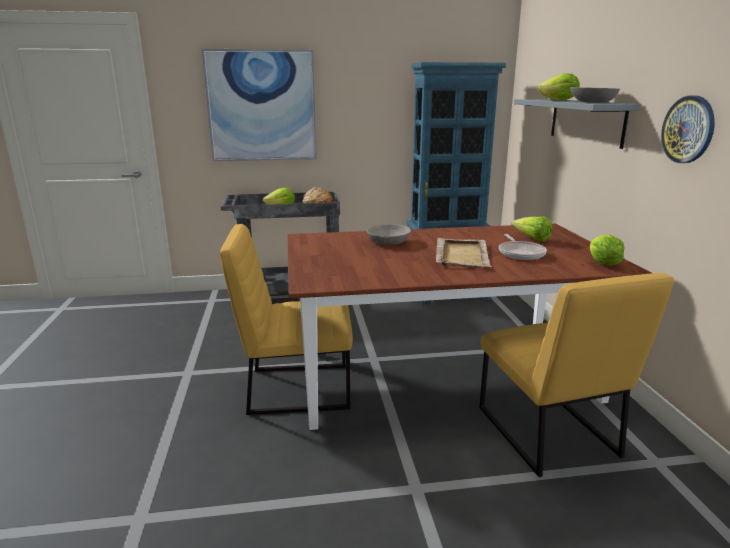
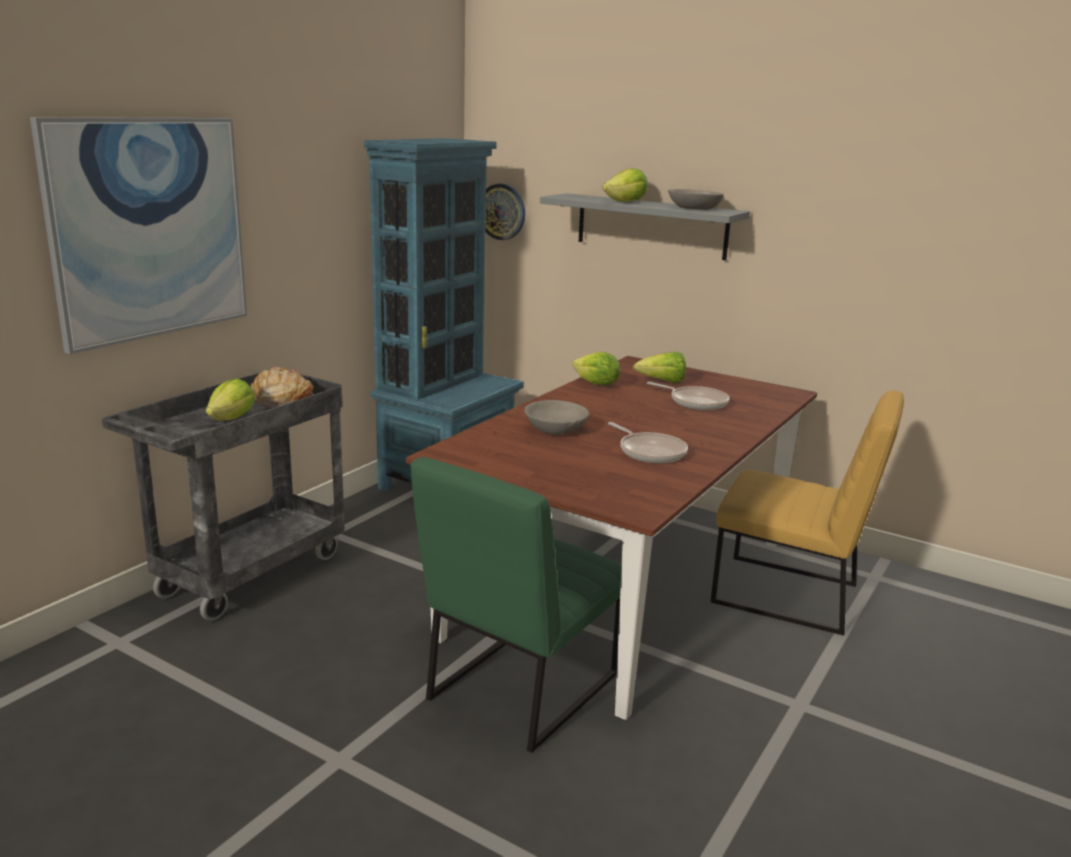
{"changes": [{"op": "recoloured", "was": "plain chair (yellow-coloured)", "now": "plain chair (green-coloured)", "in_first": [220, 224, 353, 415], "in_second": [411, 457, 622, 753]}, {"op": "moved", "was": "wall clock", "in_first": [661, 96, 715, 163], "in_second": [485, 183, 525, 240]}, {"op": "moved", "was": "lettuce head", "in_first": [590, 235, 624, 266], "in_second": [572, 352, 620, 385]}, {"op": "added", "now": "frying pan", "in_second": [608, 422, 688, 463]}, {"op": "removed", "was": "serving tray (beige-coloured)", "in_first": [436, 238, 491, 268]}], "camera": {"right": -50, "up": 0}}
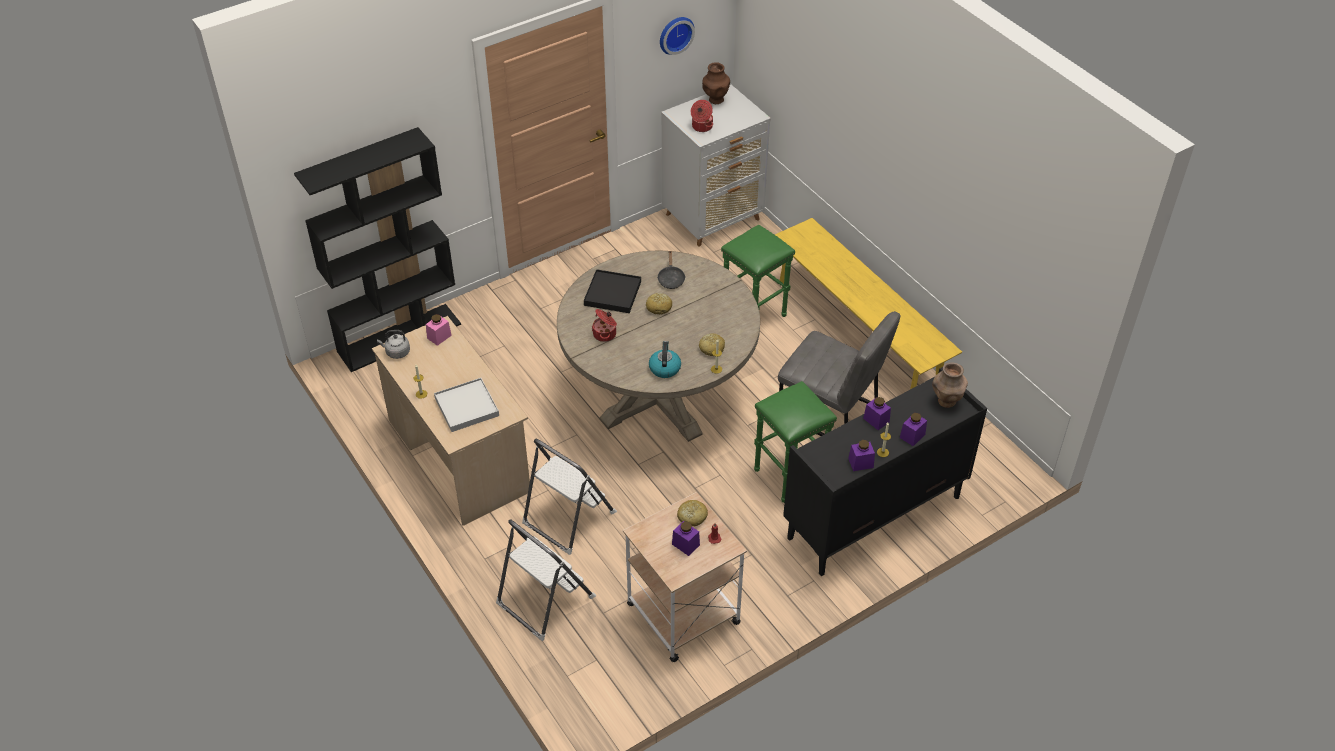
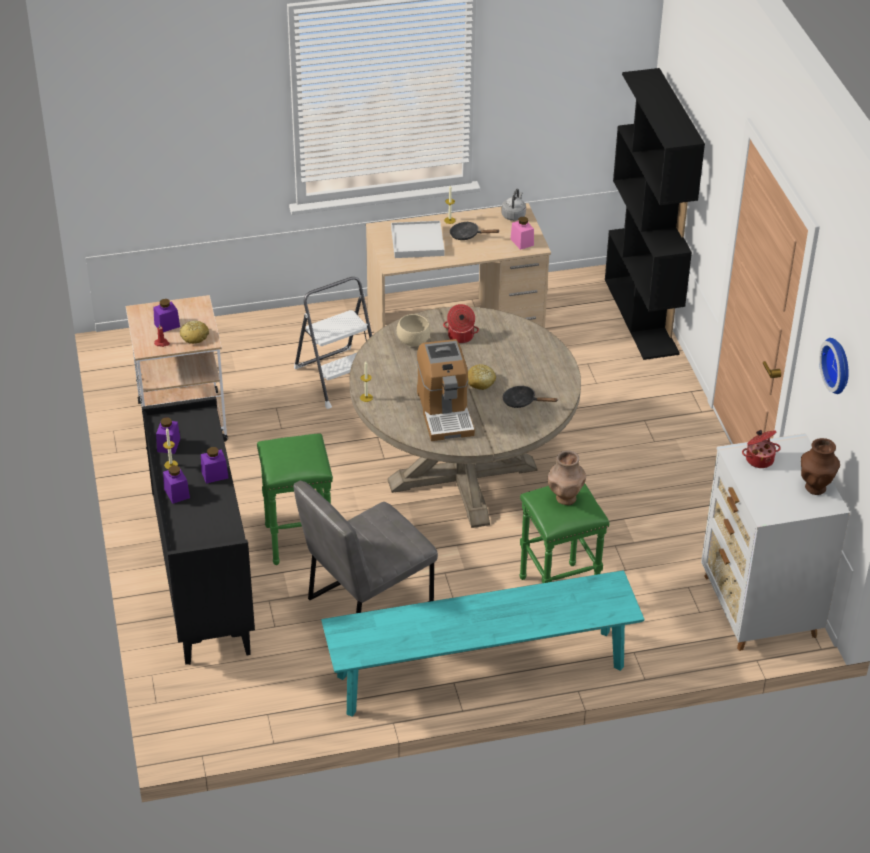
{"changes": [{"op": "recoloured", "was": "bench (yellow-coloured)", "now": "bench (turquoise)", "in_first": [775, 218, 962, 389], "in_second": [321, 570, 644, 717]}, {"op": "added", "now": "deep dish (beige-coloured)", "in_second": [397, 314, 431, 346]}, {"op": "added", "now": "coffee brewer", "in_second": [417, 339, 475, 441]}, {"op": "added", "now": "frying pan (blackish)", "in_second": [450, 221, 499, 240]}, {"op": "moved", "was": "flower vase (brown)", "in_first": [932, 362, 968, 408], "in_second": [548, 450, 586, 505]}, {"op": "removed", "was": "stepladder (white)", "in_first": [496, 519, 596, 641]}, {"op": "removed", "was": "serving tray (blackish)", "in_first": [584, 269, 641, 313]}, {"op": "removed", "was": "water kettle", "in_first": [649, 341, 681, 378]}, {"op": "removed", "was": "baked bread", "in_first": [699, 334, 725, 356]}], "camera": {"right": 110, "up": -5}}
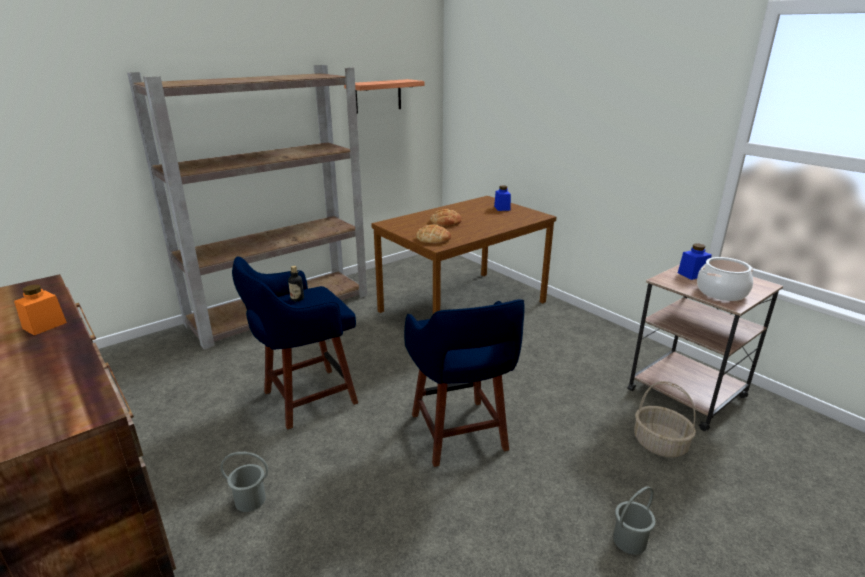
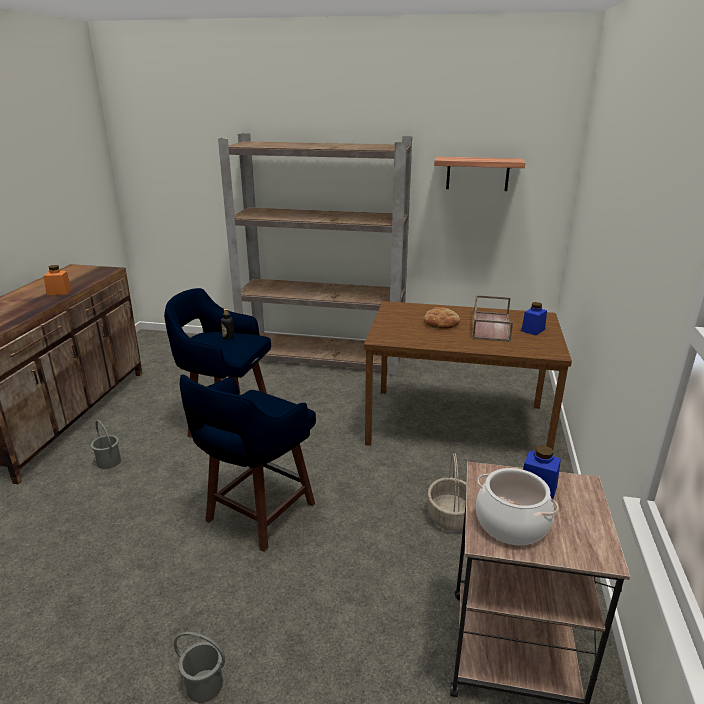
{"changes": [{"op": "moved", "was": "storage basket", "in_first": [634, 381, 696, 457], "in_second": [428, 453, 466, 531]}, {"op": "added", "now": "serving tray (brown)", "in_second": [472, 295, 513, 342]}, {"op": "removed", "was": "baked bread", "in_first": [416, 224, 451, 244]}], "camera": {"right": 50, "up": 0}}
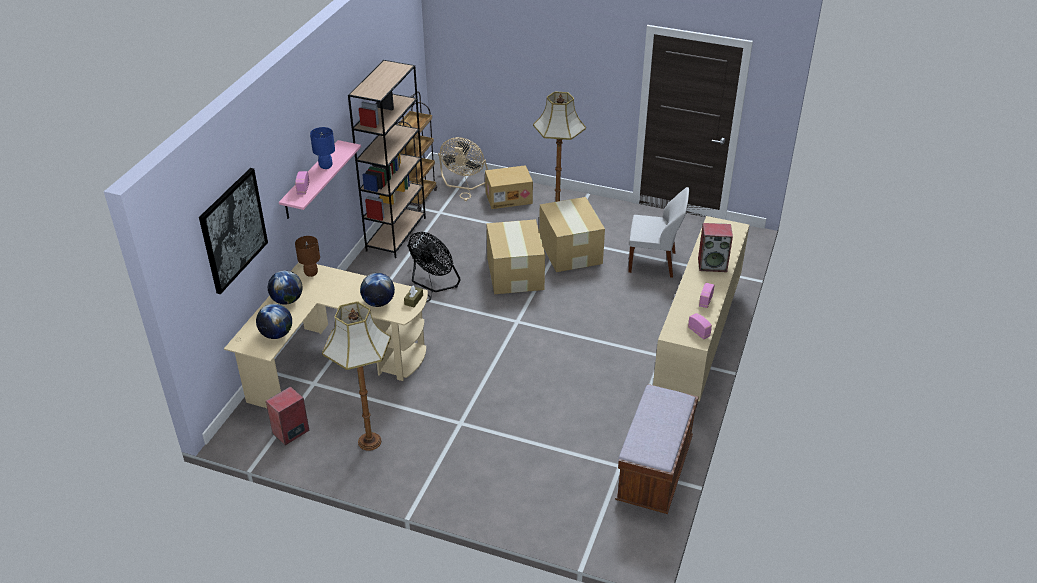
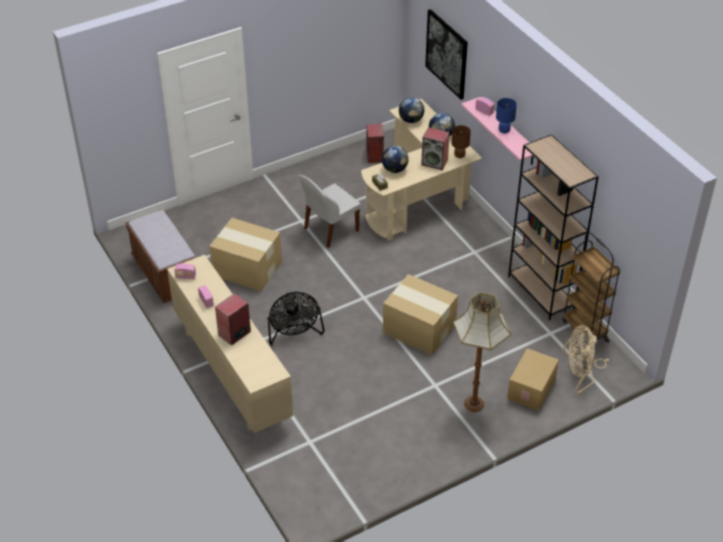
{"changes": [{"op": "moved", "was": "carton", "in_first": [539, 197, 605, 272], "in_second": [209, 218, 282, 291]}, {"op": "moved", "was": "fan (blackish)", "in_first": [407, 232, 460, 302], "in_second": [267, 292, 325, 346]}, {"op": "moved", "was": "plain chair (white)", "in_first": [629, 187, 689, 278], "in_second": [298, 175, 360, 248]}, {"op": "added", "now": "audio speaker", "in_second": [421, 127, 450, 170]}, {"op": "turned", "was": "fan (beige-coloured)", "in_first": [438, 137, 488, 201], "in_second": [563, 325, 609, 395], "clockwise": 120}, {"op": "removed", "was": "floor lamp", "in_first": [322, 301, 391, 451]}], "camera": {"right": 130, "up": 5}}
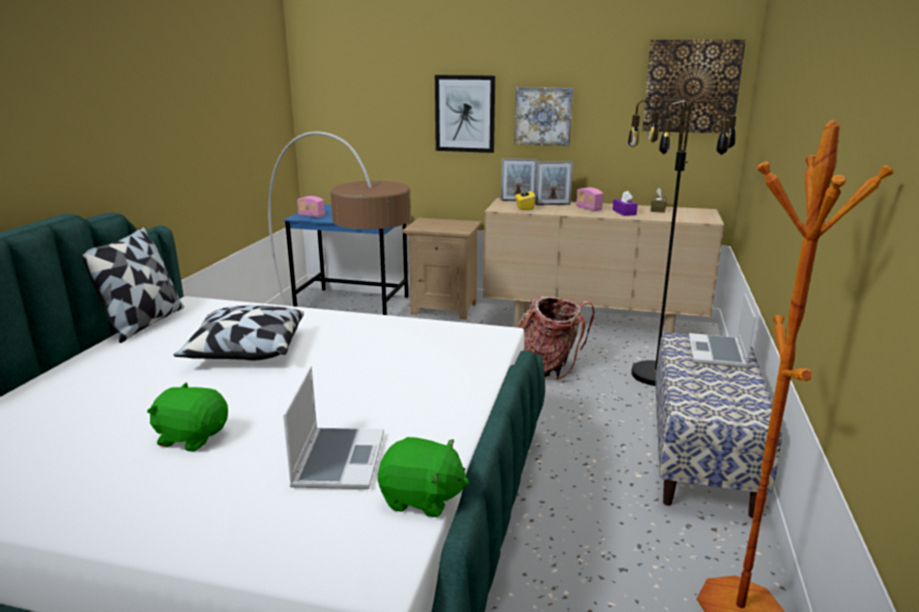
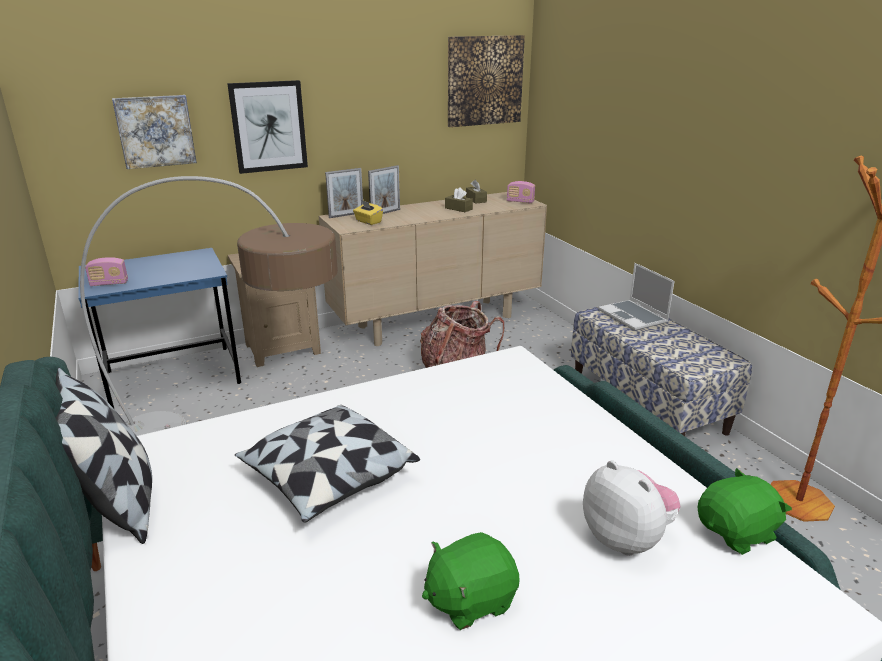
{"changes": [{"op": "moved", "was": "wall picture", "in_first": [515, 87, 573, 146], "in_second": [112, 95, 197, 169]}, {"op": "recoloured", "was": "box of tissues (purplish)", "now": "box of tissues (brown)", "in_first": [613, 191, 638, 216], "in_second": [445, 187, 473, 212]}, {"op": "moved", "was": "radio", "in_first": [576, 187, 603, 211], "in_second": [507, 181, 535, 203]}, {"op": "replaced", "was": "laptop", "now": "soft toy", "in_first": [283, 366, 384, 489], "in_second": [583, 460, 681, 556]}, {"op": "removed", "was": "floor lamp", "in_first": [628, 98, 736, 386]}], "camera": {"right": -40, "up": 5}}
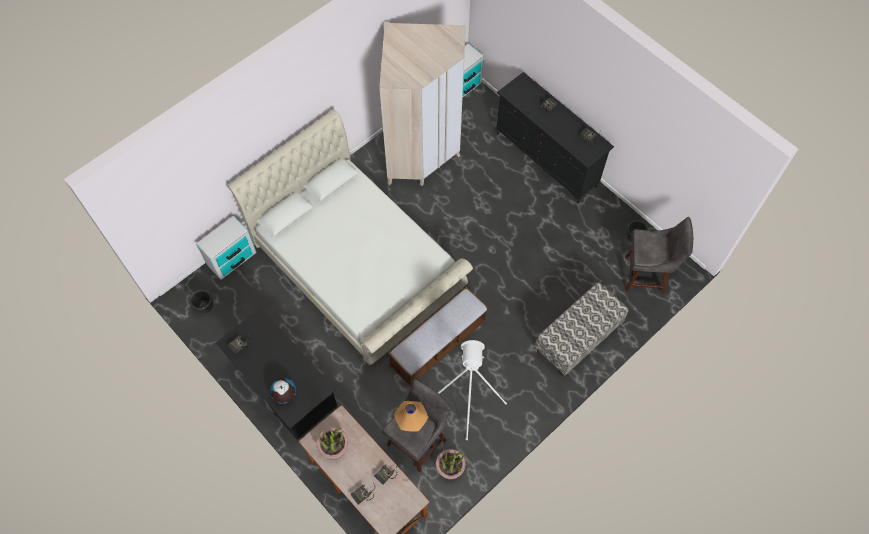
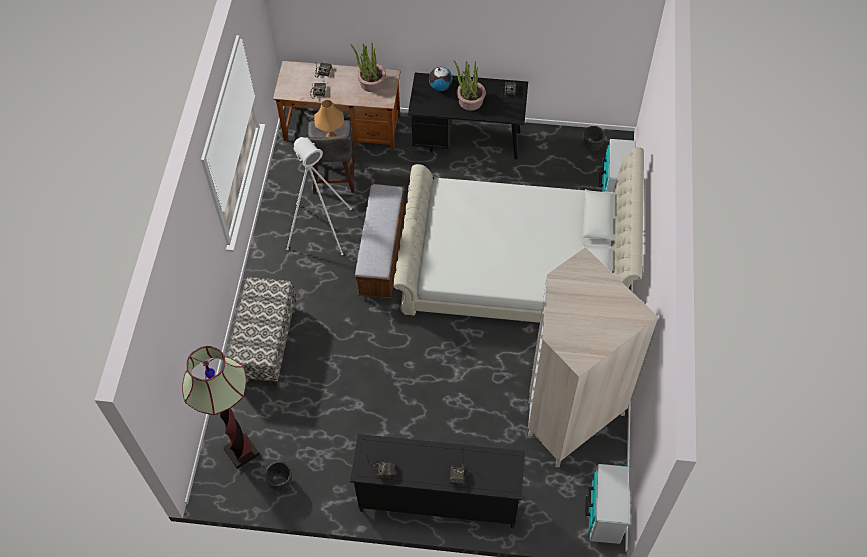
{"changes": [{"op": "replaced", "was": "stool (greyish)", "now": "floor lamp", "in_first": [625, 217, 693, 294], "in_second": [182, 346, 260, 469]}, {"op": "moved", "was": "potted plant", "in_first": [436, 449, 465, 479], "in_second": [453, 60, 486, 111]}], "camera": {"right": 140, "up": -5}}
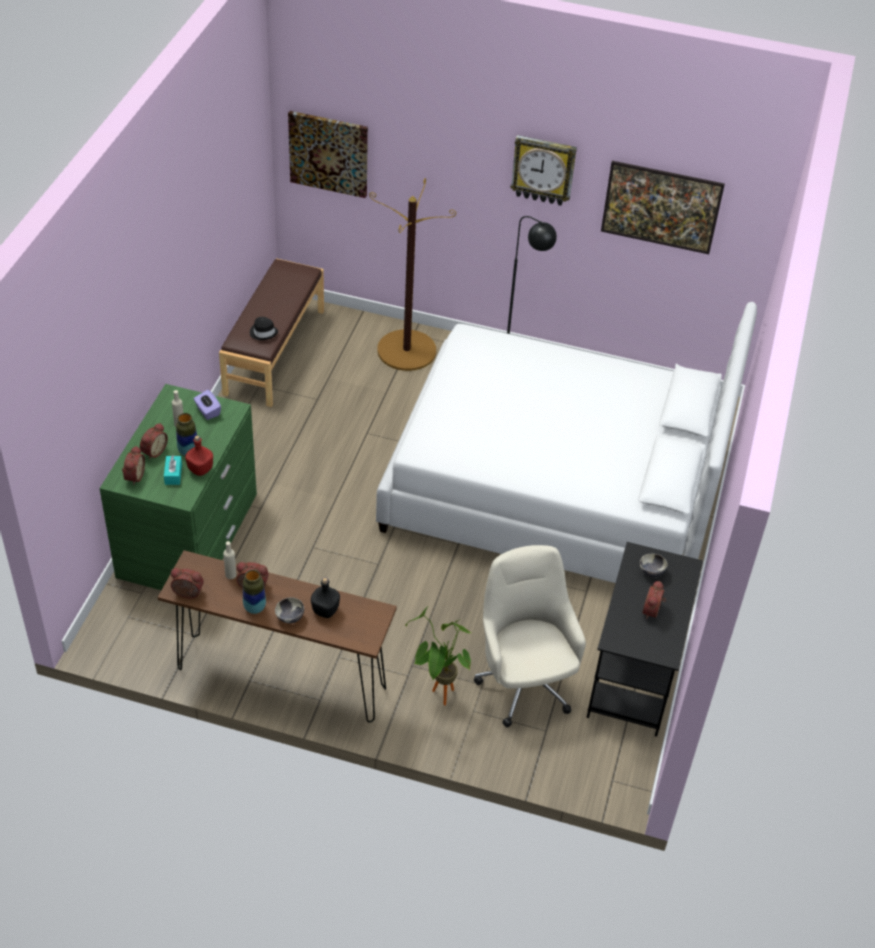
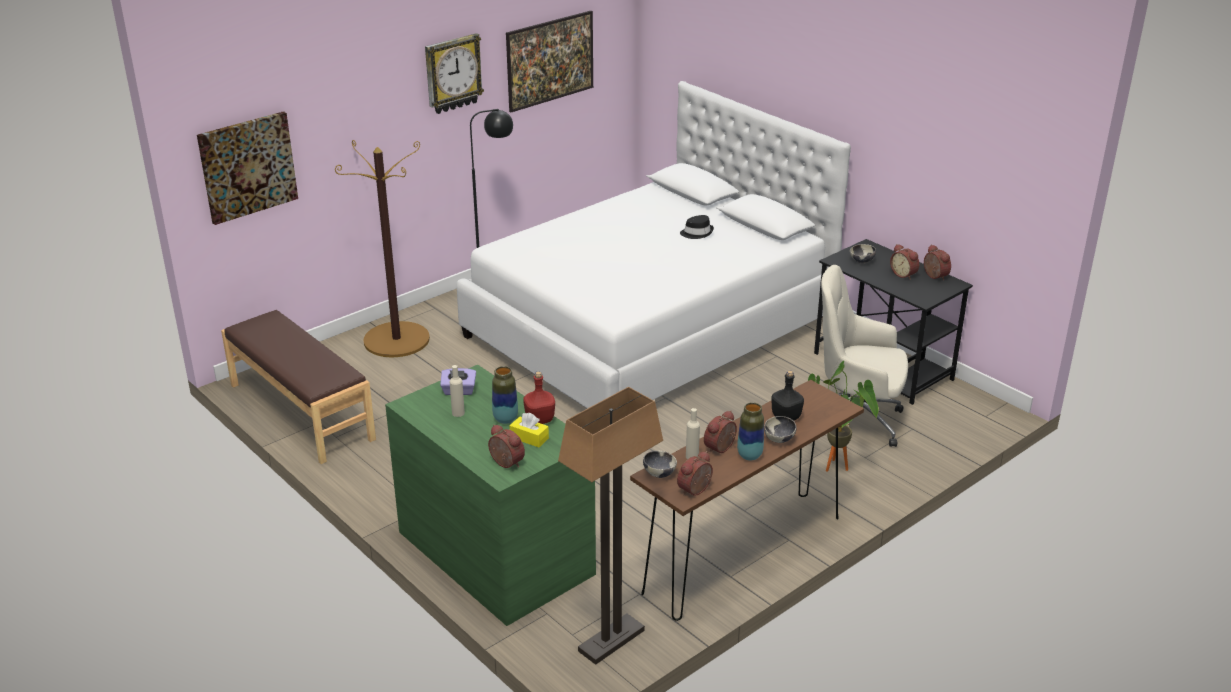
{"changes": [{"op": "recoloured", "was": "box of tissues (turquoise)", "now": "box of tissues (yellow-coloured)", "in_first": [164, 455, 182, 485], "in_second": [510, 413, 549, 447]}, {"op": "added", "now": "floor lamp", "in_second": [558, 387, 663, 665]}, {"op": "added", "now": "deep dish", "in_second": [643, 451, 677, 478]}, {"op": "moved", "was": "wearable hat (blackish)", "in_first": [250, 317, 278, 340], "in_second": [680, 215, 714, 239]}, {"op": "moved", "was": "bedside clock", "in_first": [140, 423, 168, 460], "in_second": [924, 244, 951, 281]}], "camera": {"right": -55, "up": -15}}
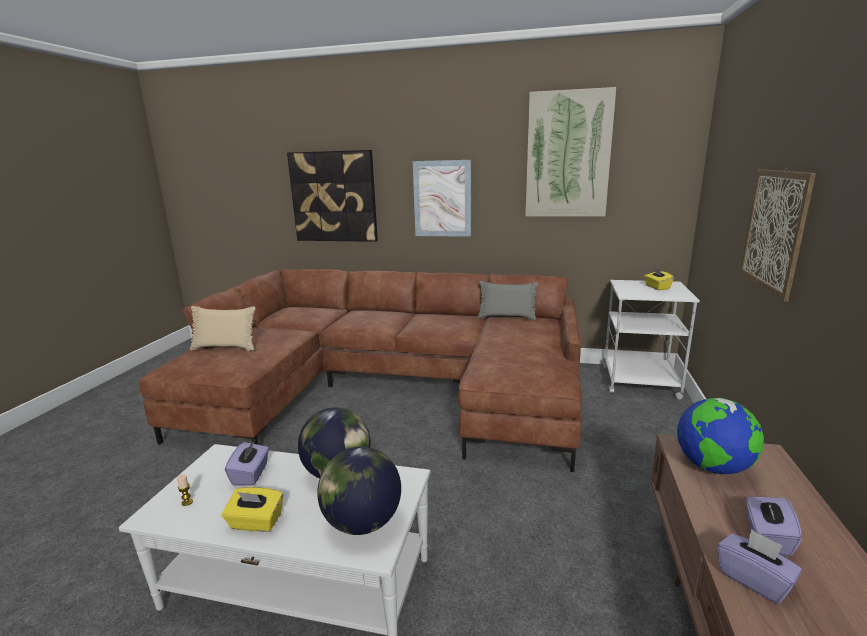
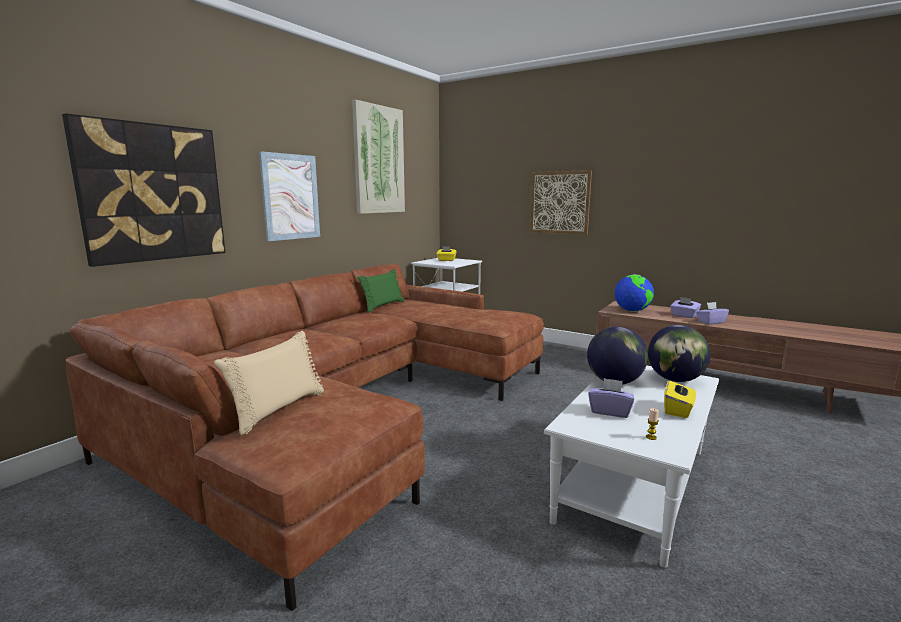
{"changes": [{"op": "recoloured", "was": "pillow (greyish)", "now": "pillow (green-coloured)", "in_first": [477, 281, 538, 321], "in_second": [357, 269, 404, 312]}], "camera": {"right": -70, "up": -5}}
